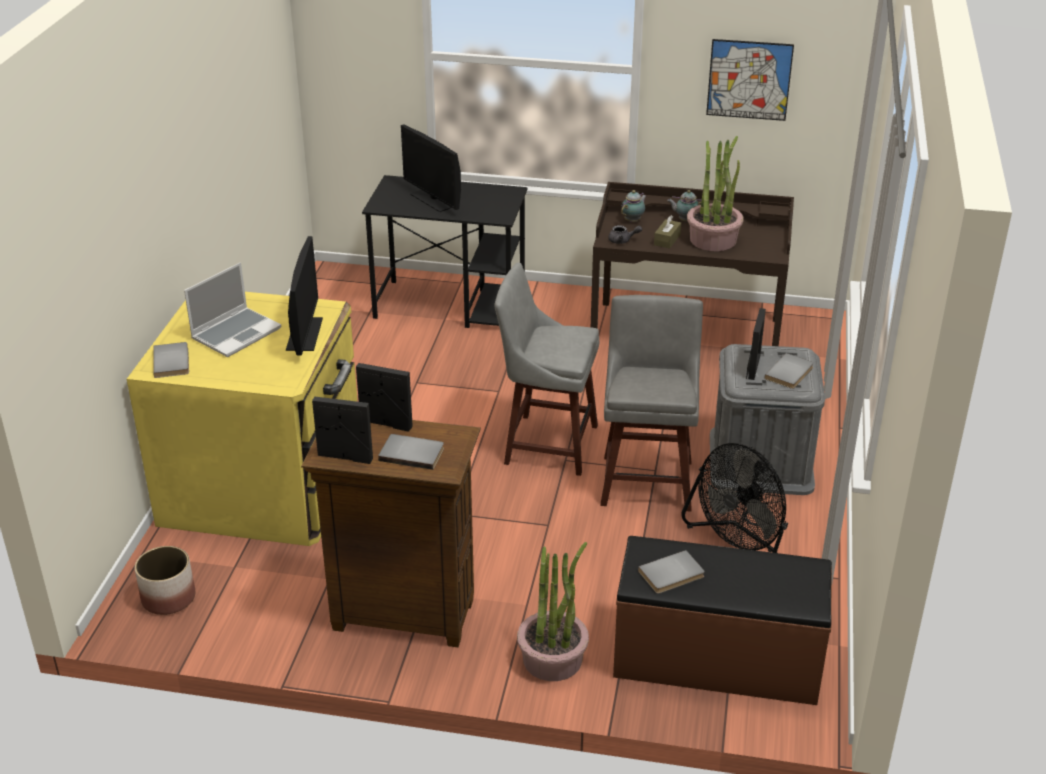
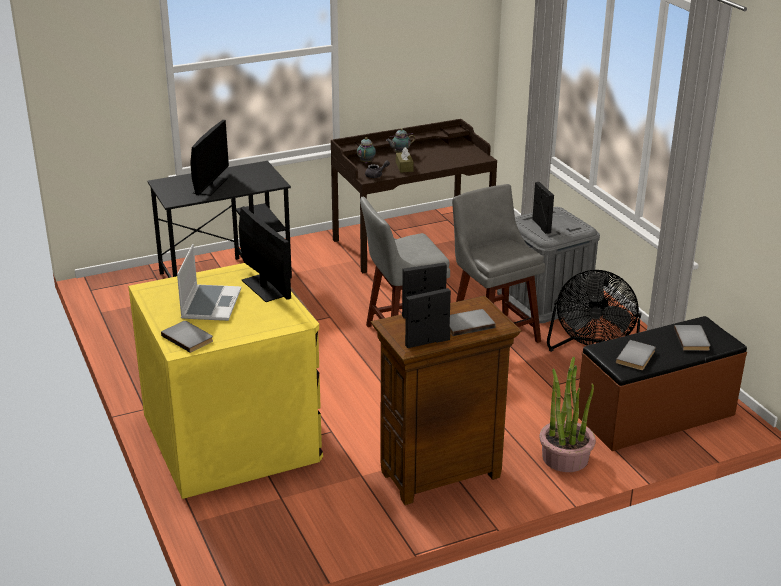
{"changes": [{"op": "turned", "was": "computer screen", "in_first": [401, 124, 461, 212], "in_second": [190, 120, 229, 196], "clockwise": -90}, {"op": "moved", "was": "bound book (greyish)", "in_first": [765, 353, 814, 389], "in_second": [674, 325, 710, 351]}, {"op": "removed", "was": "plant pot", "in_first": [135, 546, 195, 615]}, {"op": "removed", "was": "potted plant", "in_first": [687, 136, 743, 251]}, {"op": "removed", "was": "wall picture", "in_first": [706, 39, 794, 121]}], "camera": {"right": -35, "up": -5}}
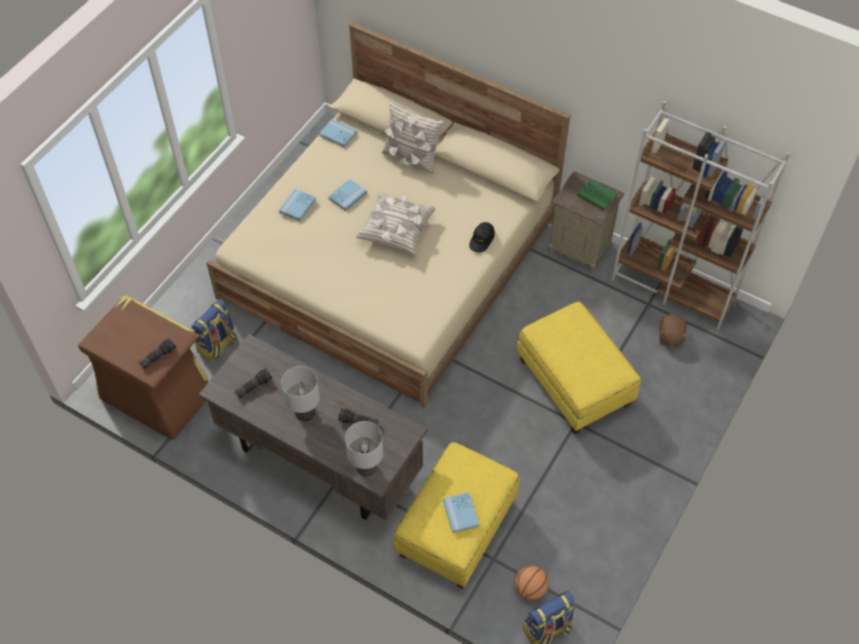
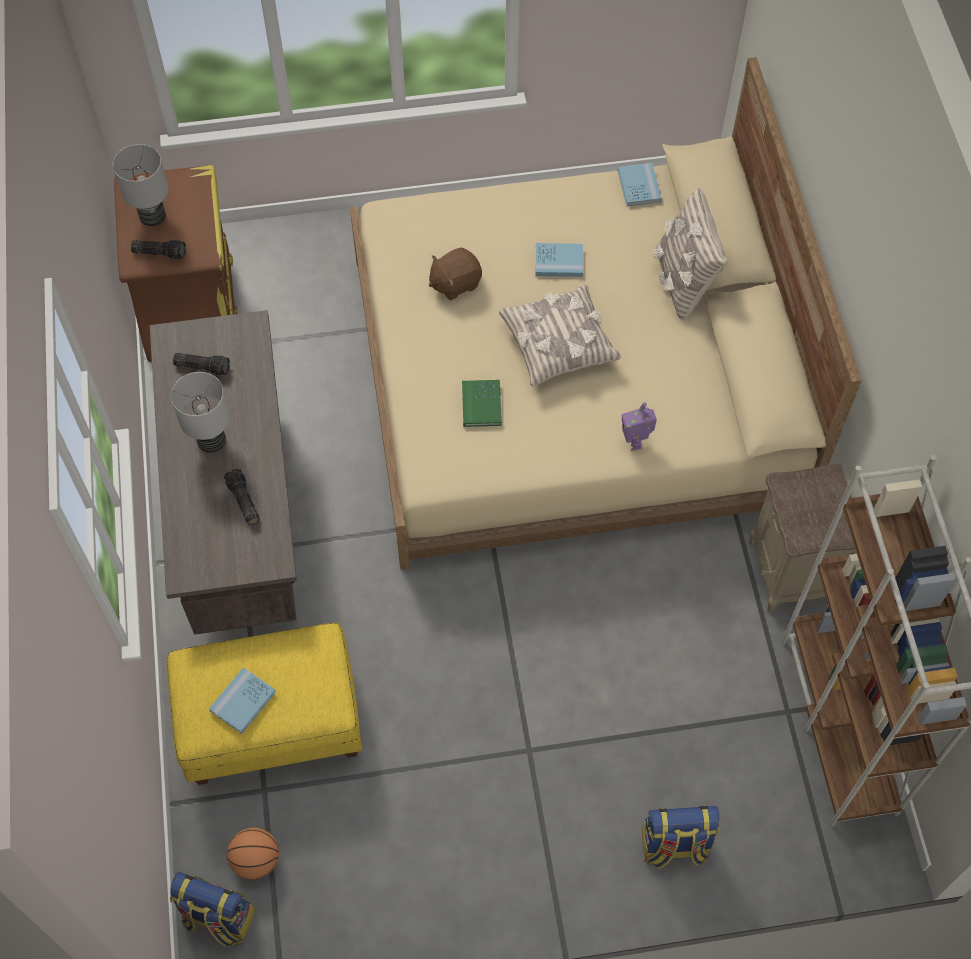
{"changes": [{"op": "moved", "was": "table lamp (greyish)", "in_first": [345, 421, 383, 476], "in_second": [113, 144, 169, 226]}, {"op": "moved", "was": "soft toy (brown)", "in_first": [659, 314, 688, 348], "in_second": [429, 248, 482, 300]}, {"op": "moved", "was": "bound book (green-coloured)", "in_first": [577, 179, 617, 211], "in_second": [462, 380, 502, 427]}, {"op": "replaced", "was": "cap (blackish)", "now": "model robot", "in_first": [469, 222, 495, 253], "in_second": [622, 402, 657, 451]}, {"op": "moved", "was": "rucksack", "in_first": [192, 300, 237, 362], "in_second": [642, 805, 719, 869]}, {"op": "removed", "was": "bound book (blue-coloured)", "in_first": [279, 189, 316, 221]}, {"op": "removed", "was": "ottoman (yellow-coloured)", "in_first": [516, 301, 641, 434]}], "camera": {"right": 50, "up": 5}}
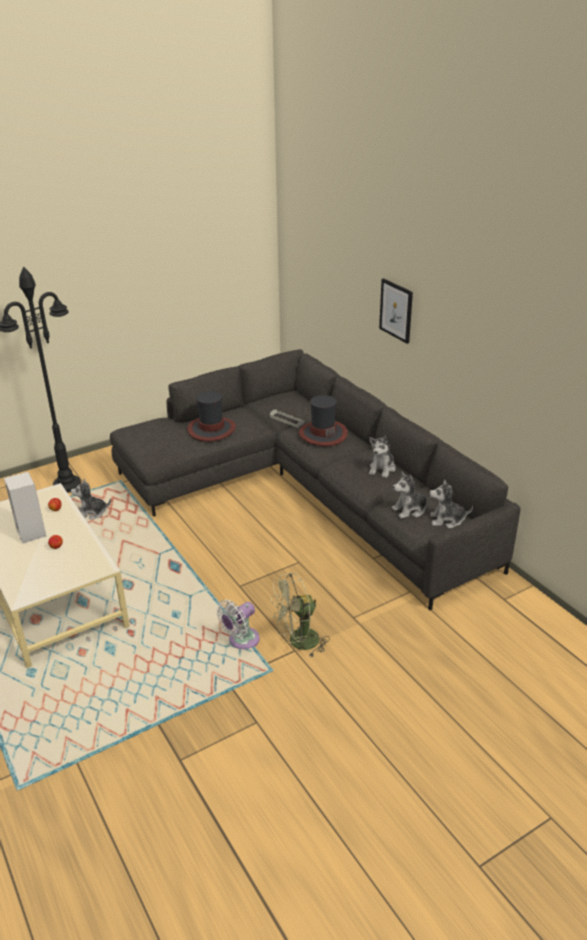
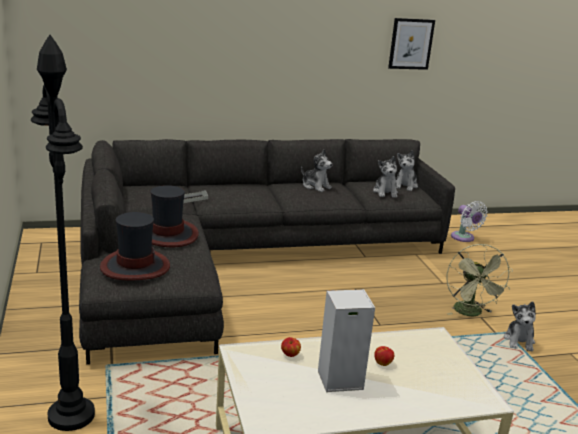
{"changes": [{"op": "moved", "was": "wearable hat", "in_first": [299, 395, 348, 446], "in_second": [100, 212, 170, 281]}, {"op": "moved", "was": "wall picture", "in_first": [379, 279, 413, 344], "in_second": [388, 18, 435, 70]}, {"op": "moved", "was": "fan (white)", "in_first": [217, 600, 260, 649], "in_second": [451, 201, 488, 242]}, {"op": "moved", "was": "soft toy", "in_first": [70, 479, 111, 520], "in_second": [504, 301, 536, 351]}], "camera": {"right": -75, "up": -10}}
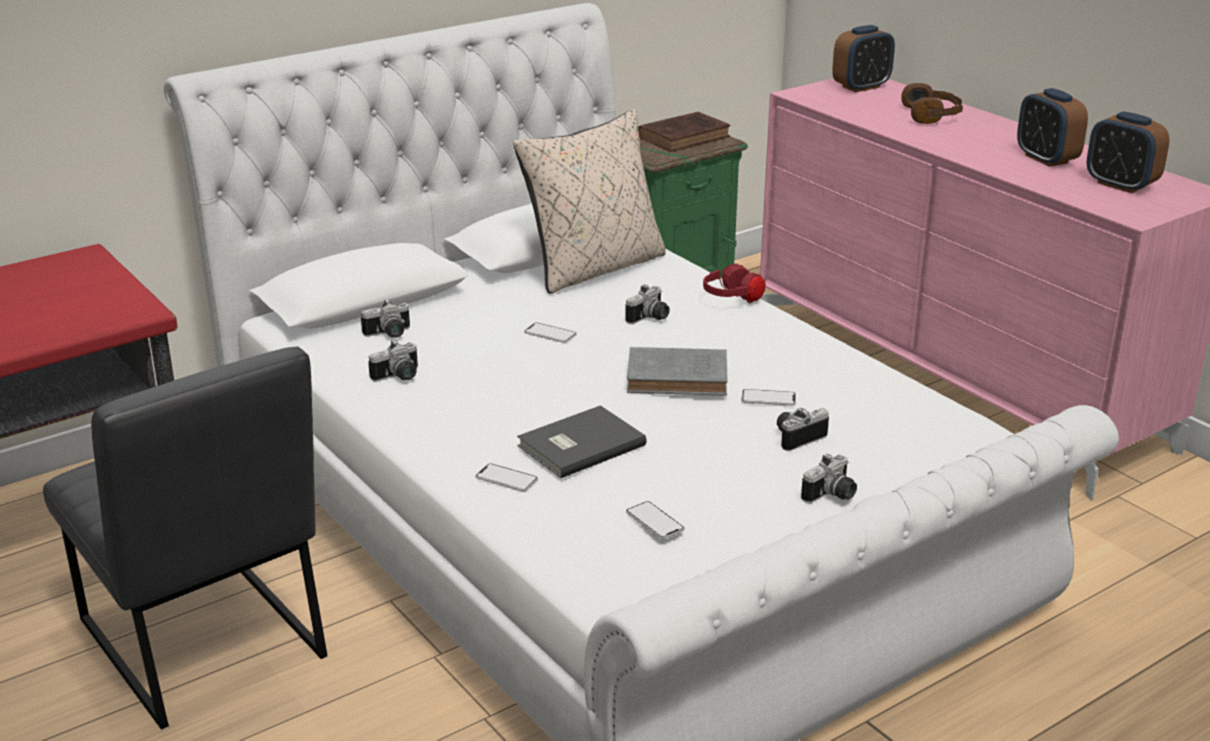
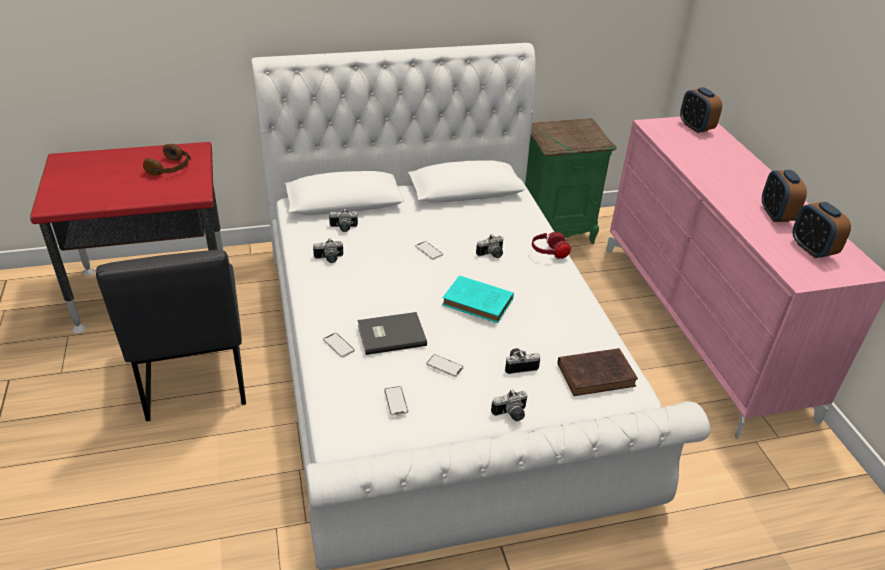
{"changes": [{"op": "moved", "was": "headphones (brown)", "in_first": [901, 83, 963, 124], "in_second": [143, 144, 191, 176]}, {"op": "moved", "was": "telephone", "in_first": [741, 389, 796, 406], "in_second": [426, 354, 464, 377]}, {"op": "recoloured", "was": "bound book (greyish)", "now": "bound book (turquoise)", "in_first": [627, 347, 728, 396], "in_second": [442, 275, 514, 323]}, {"op": "moved", "was": "bound book (brown)", "in_first": [638, 112, 730, 152], "in_second": [557, 348, 638, 396]}, {"op": "turned", "was": "bedside clock", "in_first": [832, 25, 895, 92], "in_second": [680, 87, 722, 133], "clockwise": 75}, {"op": "removed", "was": "pillow (beige-coloured)", "in_first": [513, 109, 666, 294]}], "camera": {"right": 20, "up": 10}}
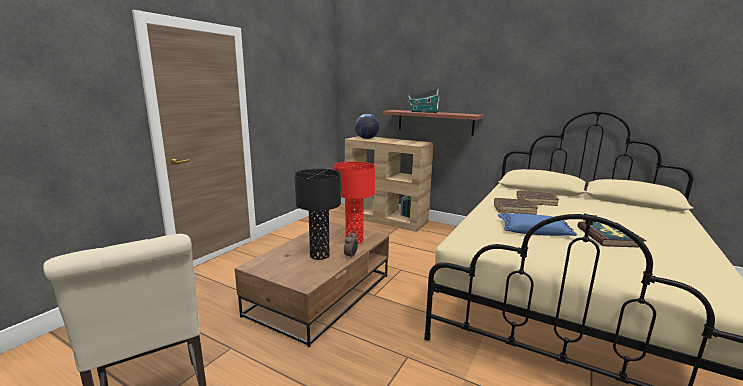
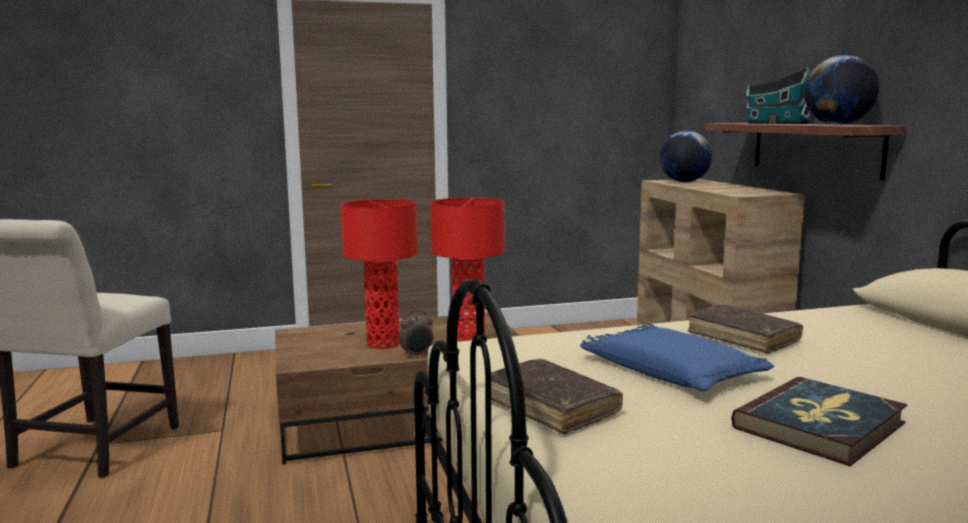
{"changes": [{"op": "recoloured", "was": "table lamp (blackish)", "now": "table lamp (red-coloured)", "in_first": [294, 169, 341, 260], "in_second": [340, 199, 417, 349]}, {"op": "moved", "was": "bound book (brown)", "in_first": [516, 191, 559, 206], "in_second": [491, 359, 623, 434]}, {"op": "added", "now": "globe", "in_second": [804, 55, 879, 125]}], "camera": {"right": 45, "up": -5}}
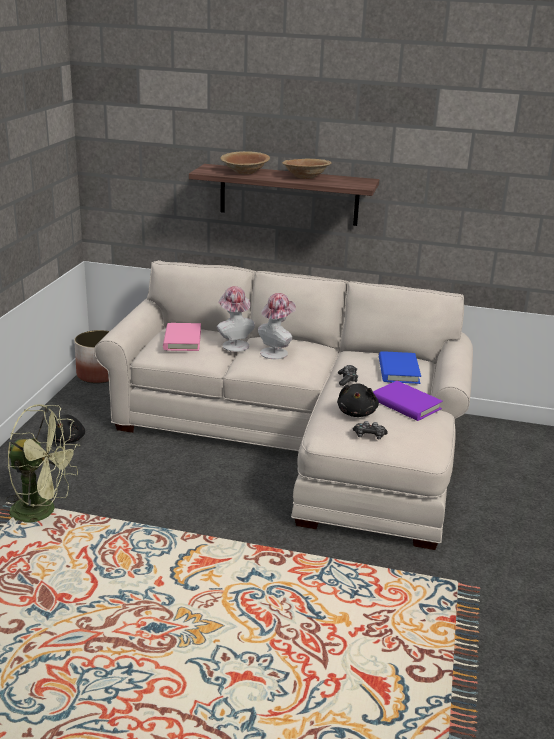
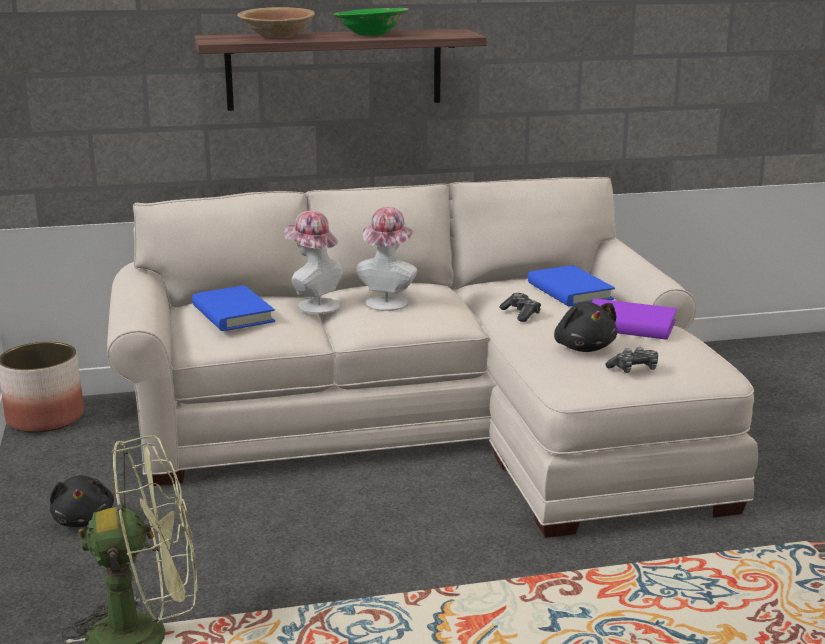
{"changes": [{"op": "recoloured", "was": "bound book (pink)", "now": "bound book (blue-coloured)", "in_first": [163, 323, 201, 351], "in_second": [192, 285, 275, 331]}, {"op": "recoloured", "was": "deep dish (brown)", "now": "deep dish (green-coloured)", "in_first": [282, 159, 332, 179], "in_second": [334, 8, 409, 36]}], "camera": {"right": -25, "up": -5}}
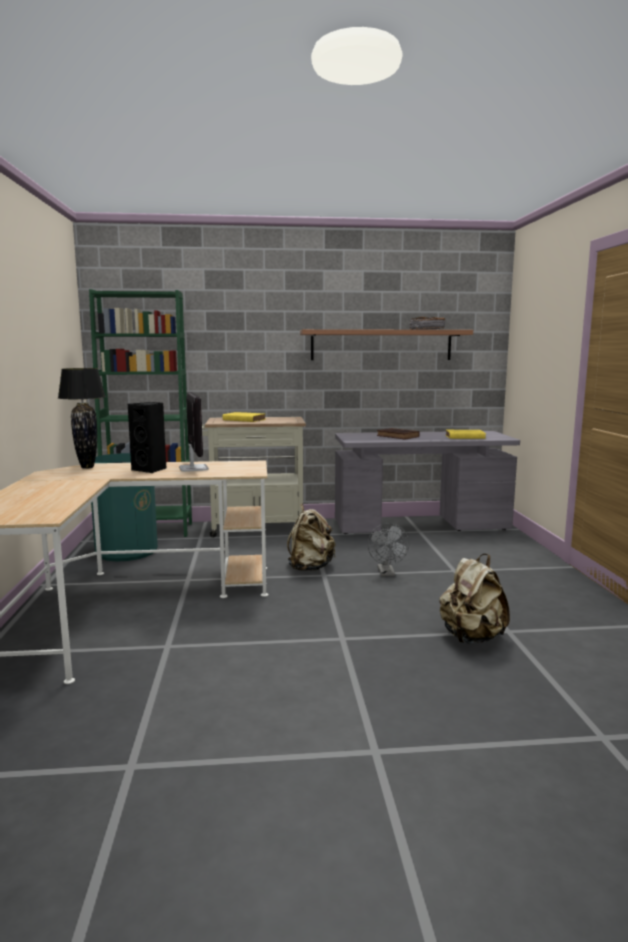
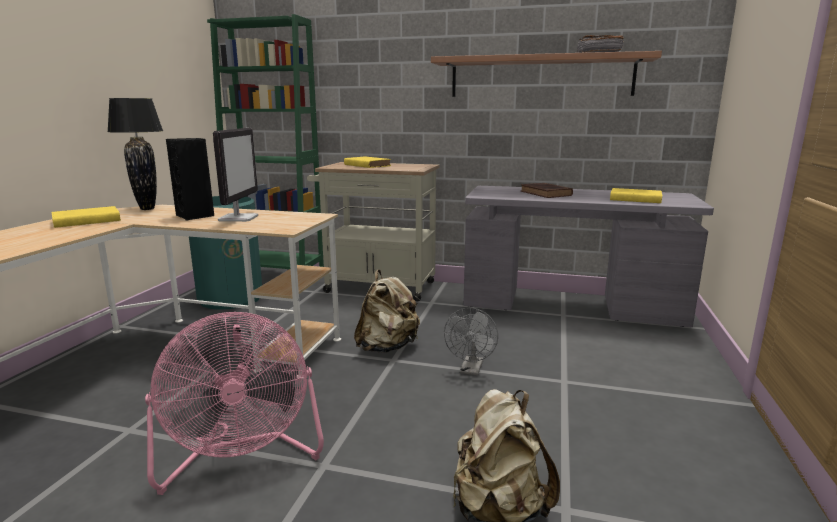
{"changes": [{"op": "added", "now": "bound book (yellow-coloured)", "in_second": [52, 206, 121, 228]}, {"op": "added", "now": "fan (pink)", "in_second": [145, 312, 324, 495]}], "camera": {"right": 20, "up": 5}}
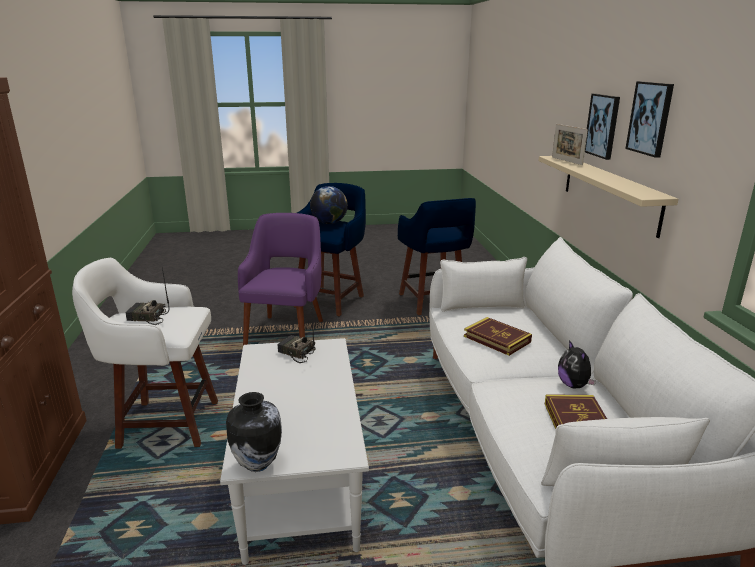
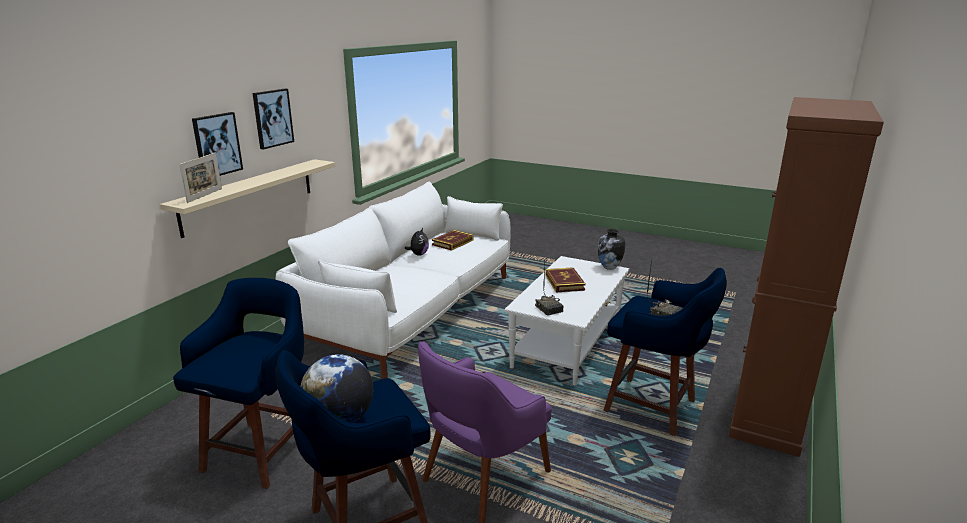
{"changes": [{"op": "moved", "was": "bound book", "in_first": [464, 317, 532, 356], "in_second": [545, 267, 586, 292]}, {"op": "recoloured", "was": "stool (white)", "now": "stool (blue-coloured)", "in_first": [72, 258, 218, 449], "in_second": [604, 268, 727, 436]}], "camera": {"right": -145, "up": 0}}
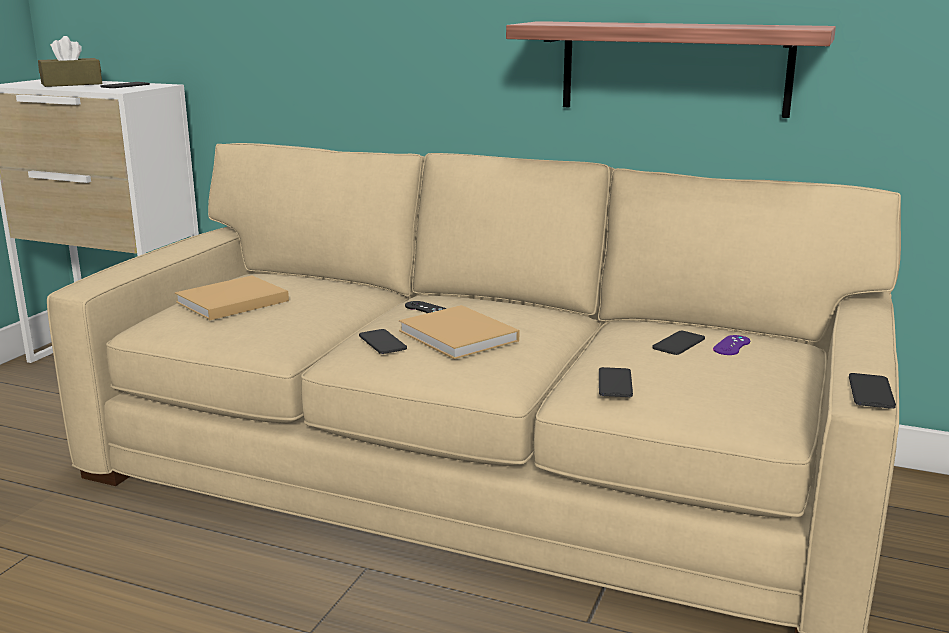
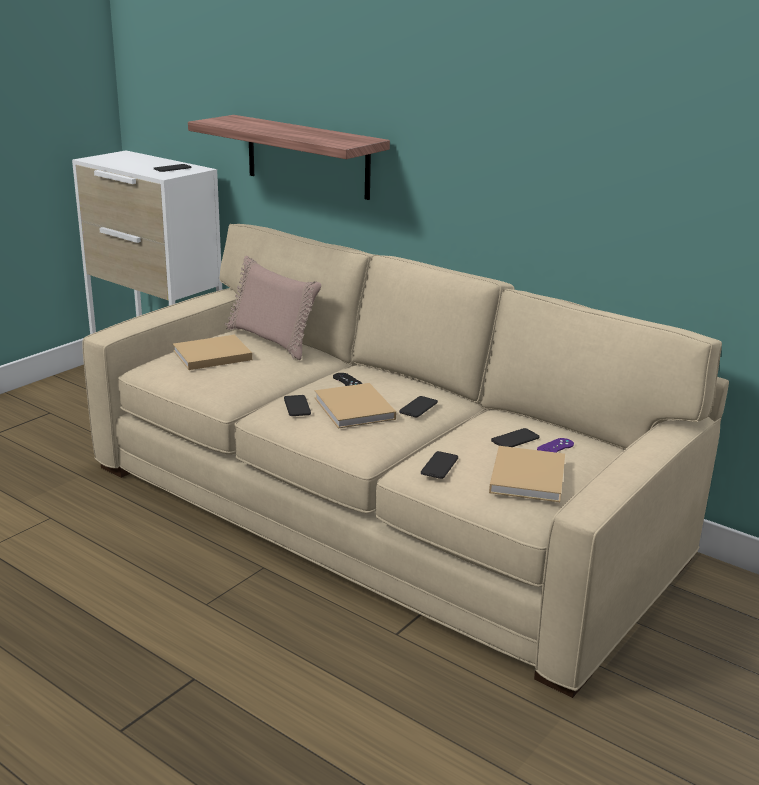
{"changes": [{"op": "moved", "was": "wall shelf", "in_first": [506, 21, 836, 118], "in_second": [188, 115, 390, 200]}, {"op": "added", "now": "pillow (beige-coloured)", "in_second": [225, 256, 321, 360]}, {"op": "moved", "was": "telephone", "in_first": [849, 373, 896, 409], "in_second": [399, 396, 438, 417]}, {"op": "added", "now": "bound book (beige-coloured)", "in_second": [489, 446, 565, 502]}, {"op": "removed", "was": "box of tissues (brown)", "in_first": [38, 36, 102, 87]}], "camera": {"right": 15, "up": 5}}
